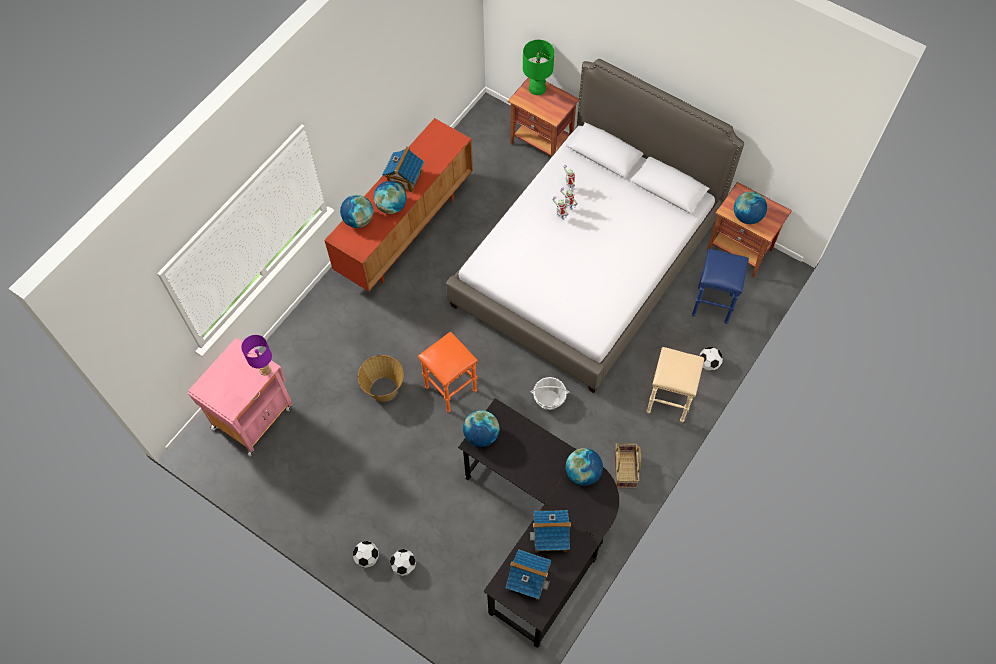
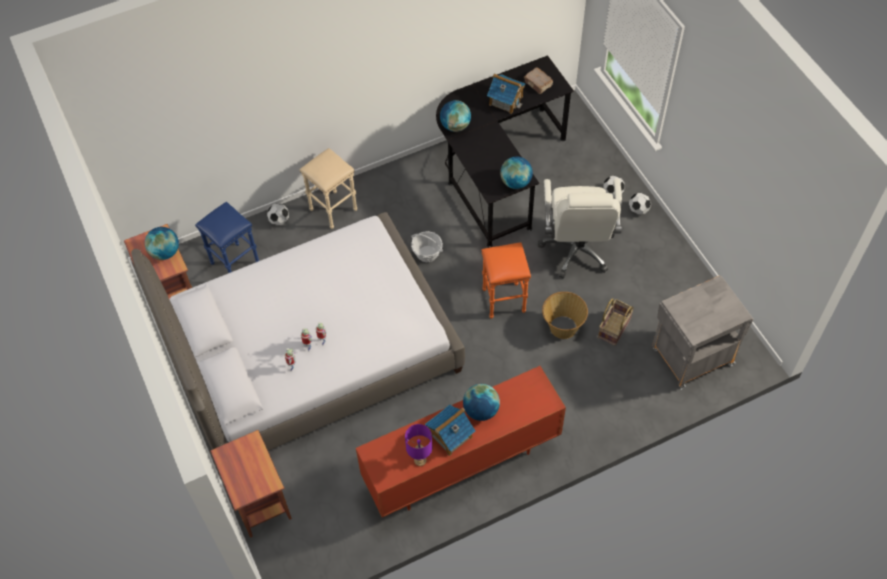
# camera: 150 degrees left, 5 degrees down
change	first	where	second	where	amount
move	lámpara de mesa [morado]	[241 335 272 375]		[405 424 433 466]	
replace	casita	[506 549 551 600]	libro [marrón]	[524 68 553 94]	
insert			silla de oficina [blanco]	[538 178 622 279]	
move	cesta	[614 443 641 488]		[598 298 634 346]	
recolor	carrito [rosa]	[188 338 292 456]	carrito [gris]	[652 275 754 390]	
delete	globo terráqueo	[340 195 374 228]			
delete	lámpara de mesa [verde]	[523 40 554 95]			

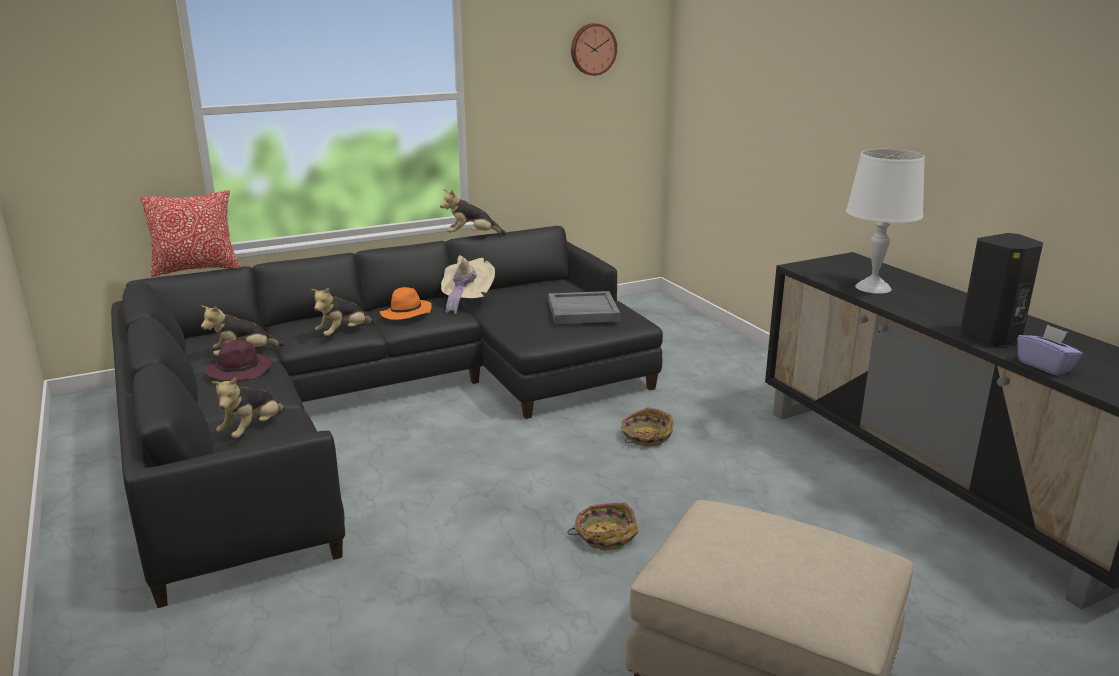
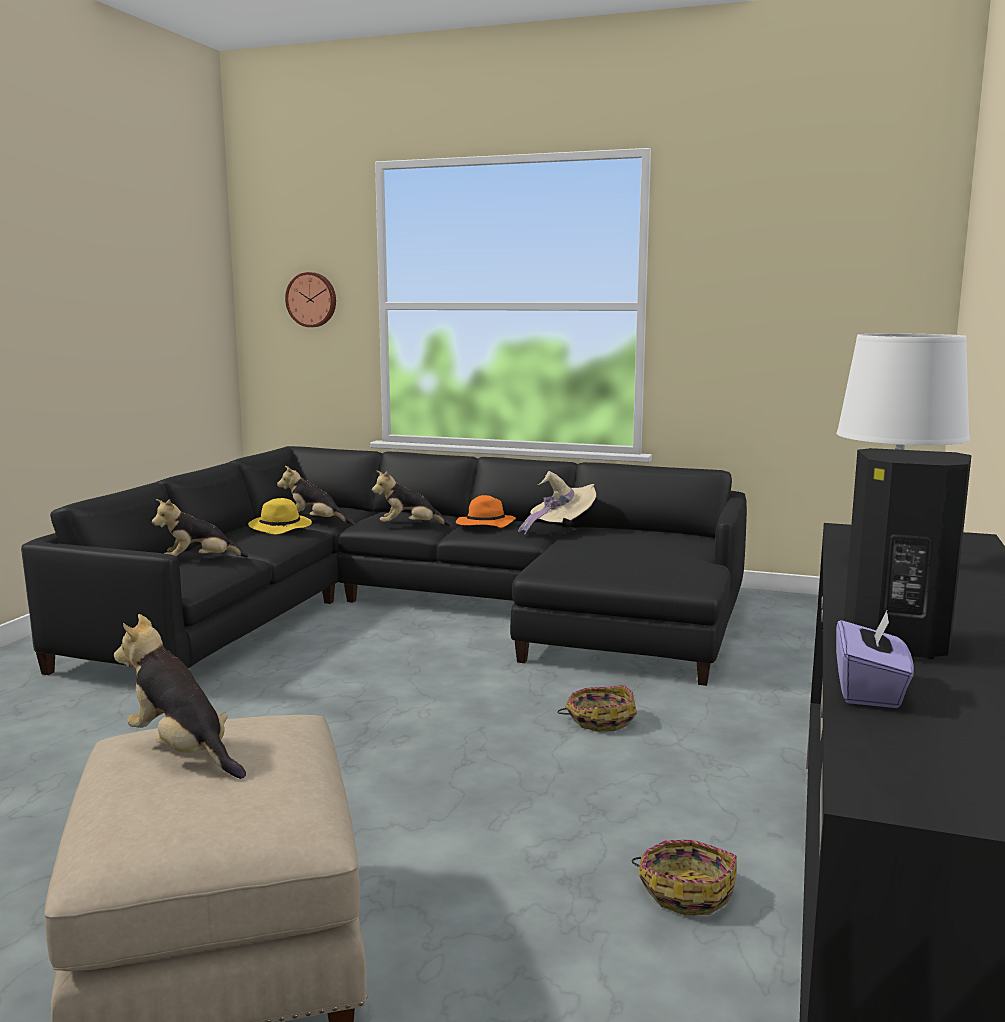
# camera: 45 degrees right, 10 degrees down
change	first	where	second	where	amount
move	peluche	[440 189 507 235]		[114 614 246 779]	
recolor	sombrero [morado]	[205 340 272 380]	sombrero [amarillo]	[248 498 312 535]	
move	reloj de pared	[571 23 617 76]		[285 272 336 327]	
move	cesta	[567 503 639 551]		[632 840 737 915]	
delete	cojín	[140 190 240 277]			
delete	bandeja [gris]	[548 291 620 324]			

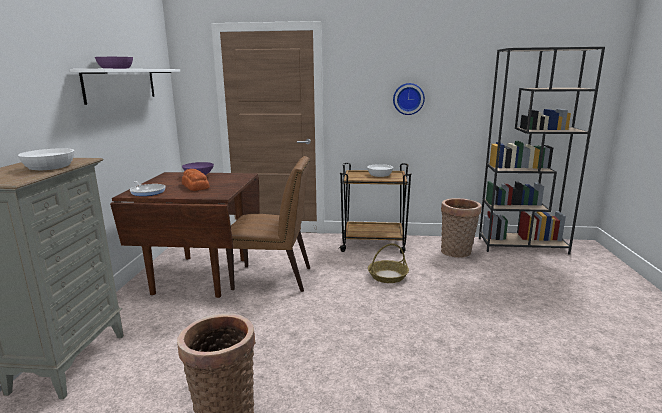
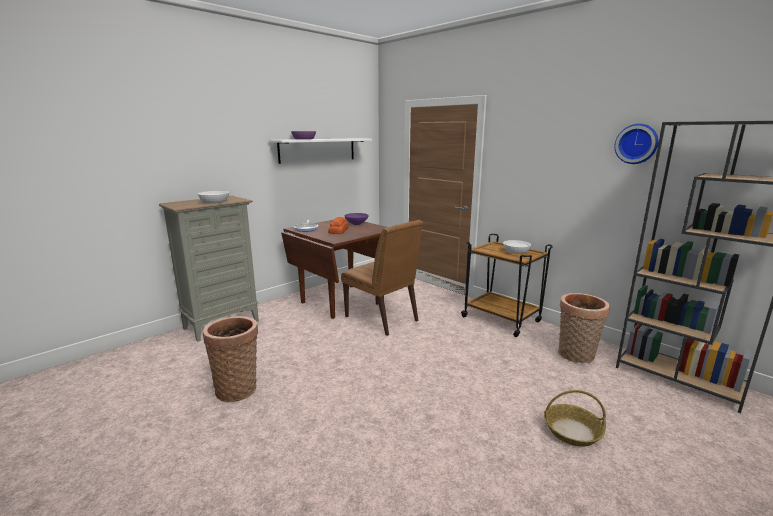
# camera: 40 degrees right, 0 degrees up
change	first	where	second	where	amount
move	cesta	[368 243 409 283]		[544 390 606 447]	
move	reloj de pared	[393 83 425 115]		[614 124 659 164]	

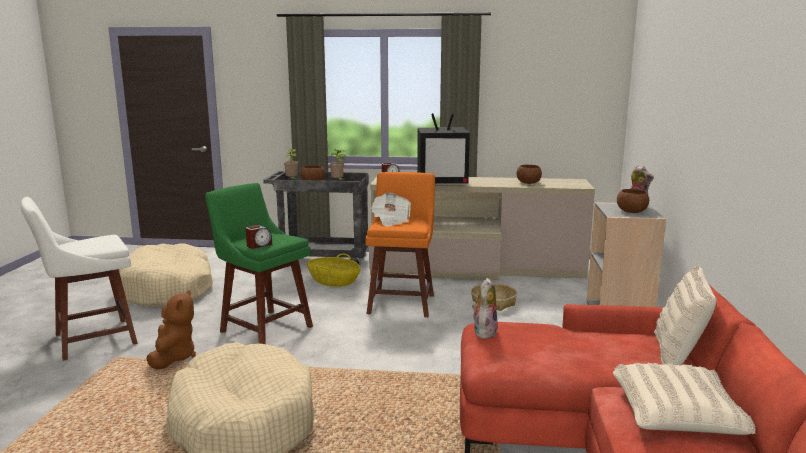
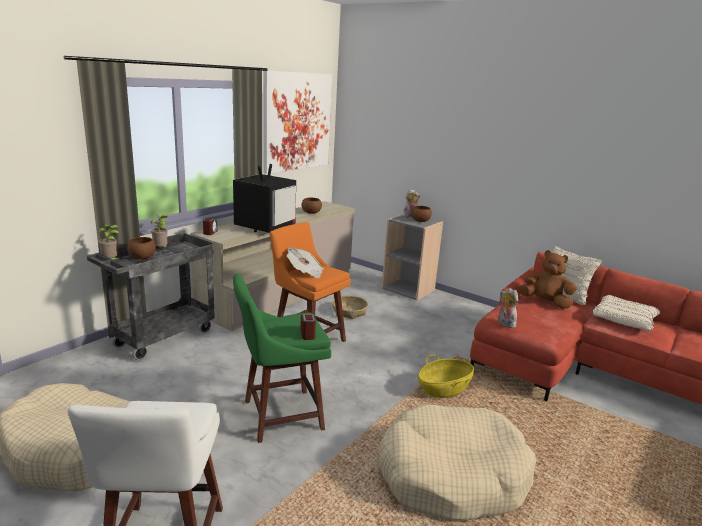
# camera: 60 degrees left, 5 degrees up
change	first	where	second	where	amount
insert			cuadro	[263 71 332 174]	
move	cesta	[307 254 360 287]		[418 355 474 398]	
move	peluche [marrón]	[147 290 196 370]		[518 250 576 309]	

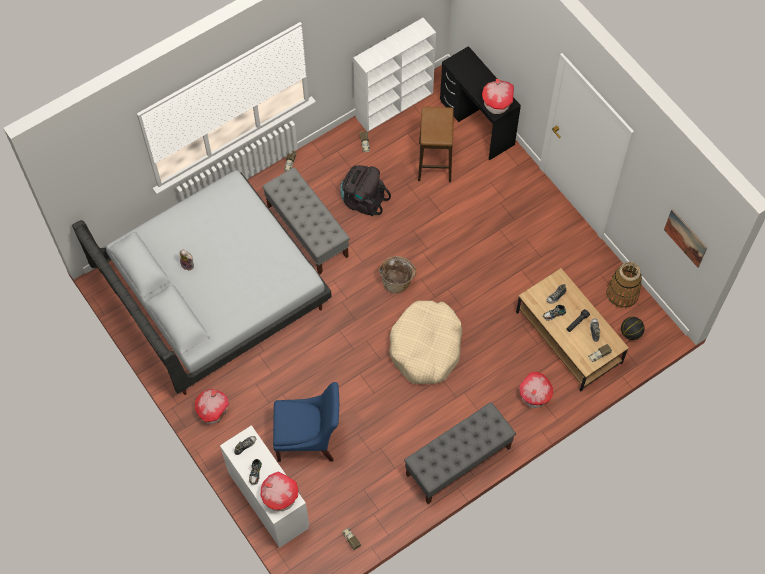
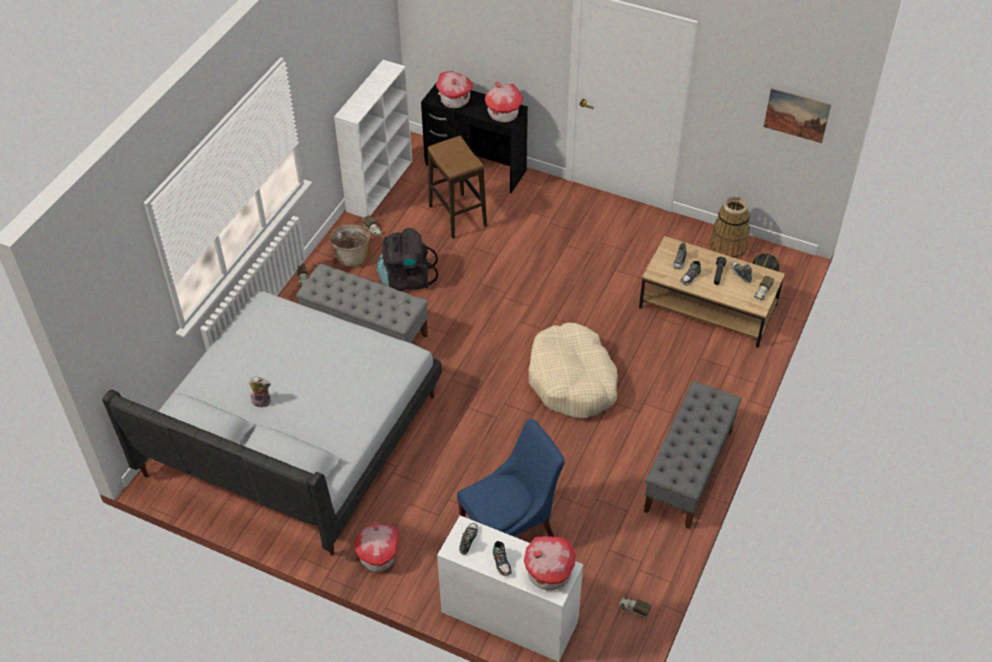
# camera: 30 degrees left, 15 degrees down
change	first	where	second	where	amount
move	cesta	[379 256 416 293]		[330 224 371 267]	
move	casita	[519 372 553 408]		[436 71 473 108]	

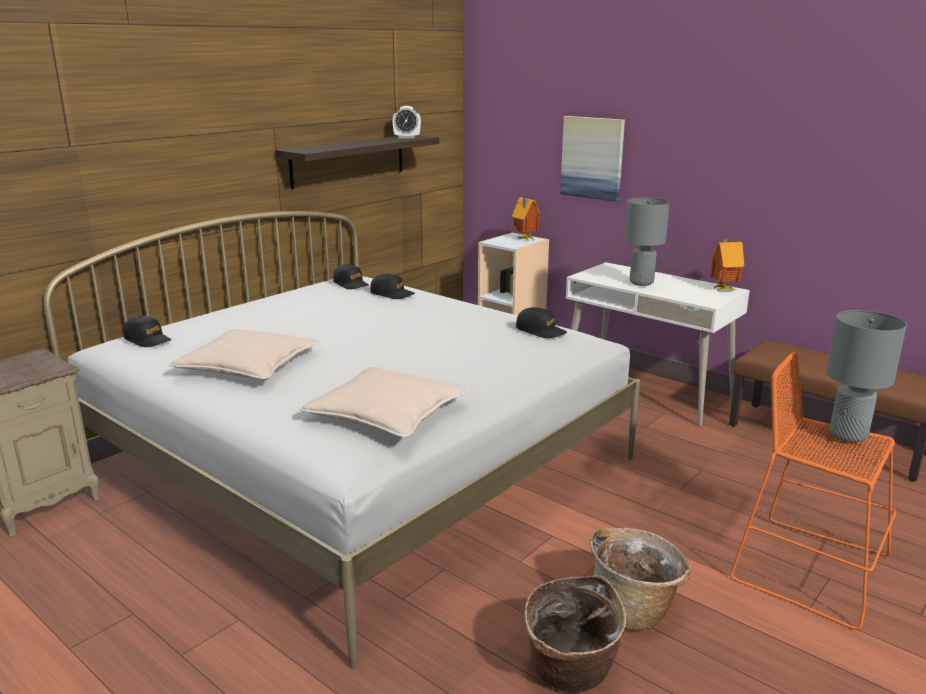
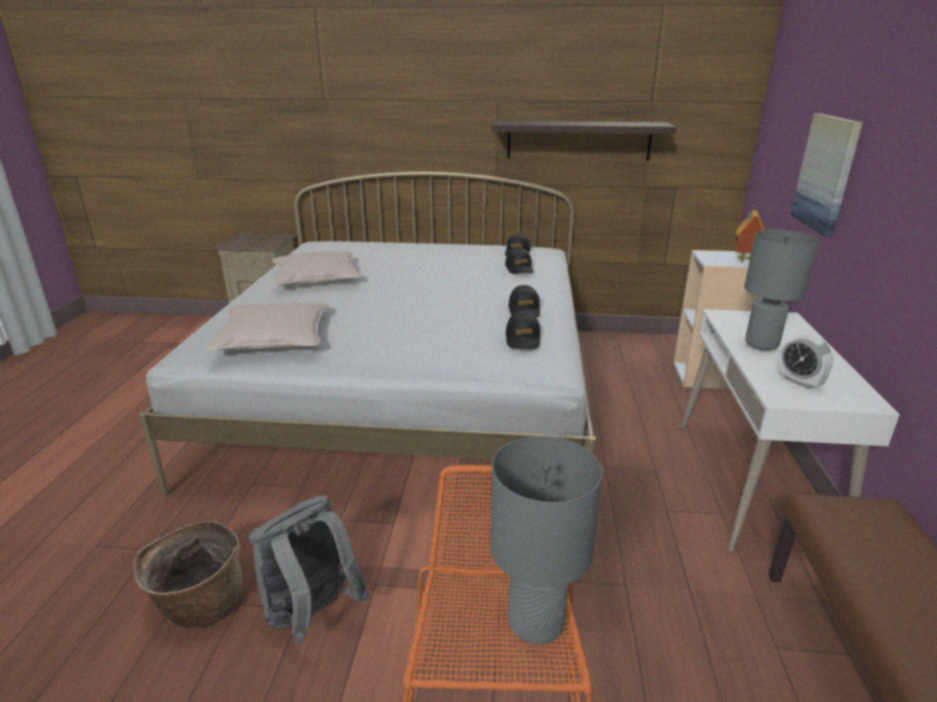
# camera: 55 degrees right, 5 degrees up
change	first	where	second	where	amount
replace	cesta	[590 528 690 630]	mochila [gris]	[248 495 369 644]	
move	gorra [negro]	[123 315 171 347]		[509 285 540 317]	
move	despertador	[393 106 421 138]		[778 334 834 389]	
delete	casita	[710 239 744 291]			

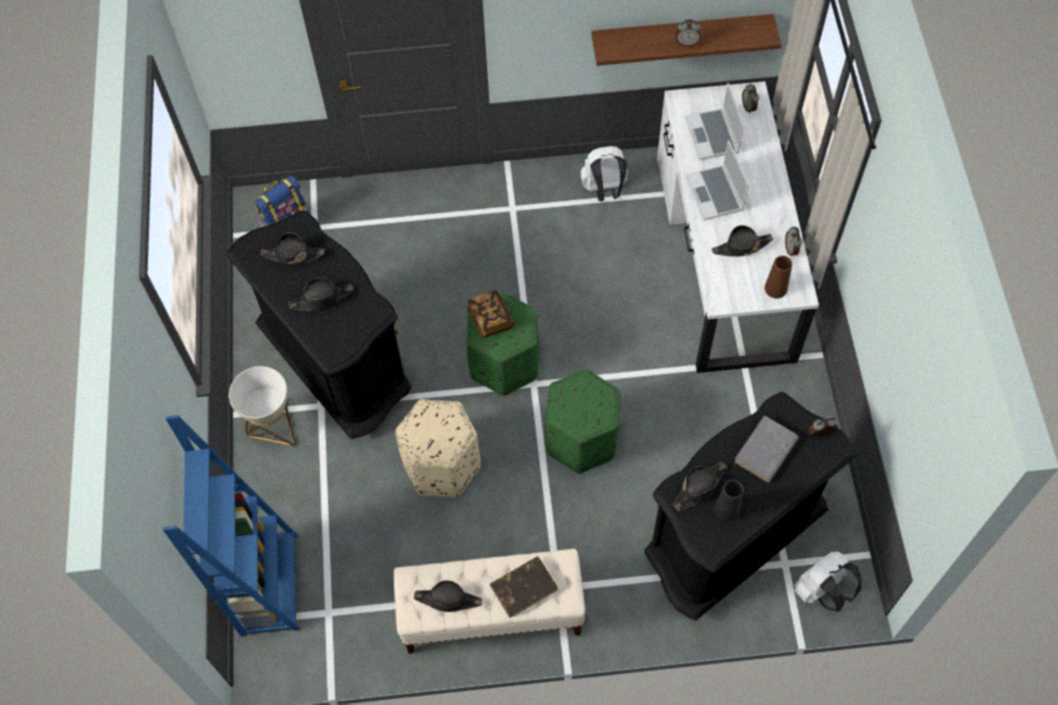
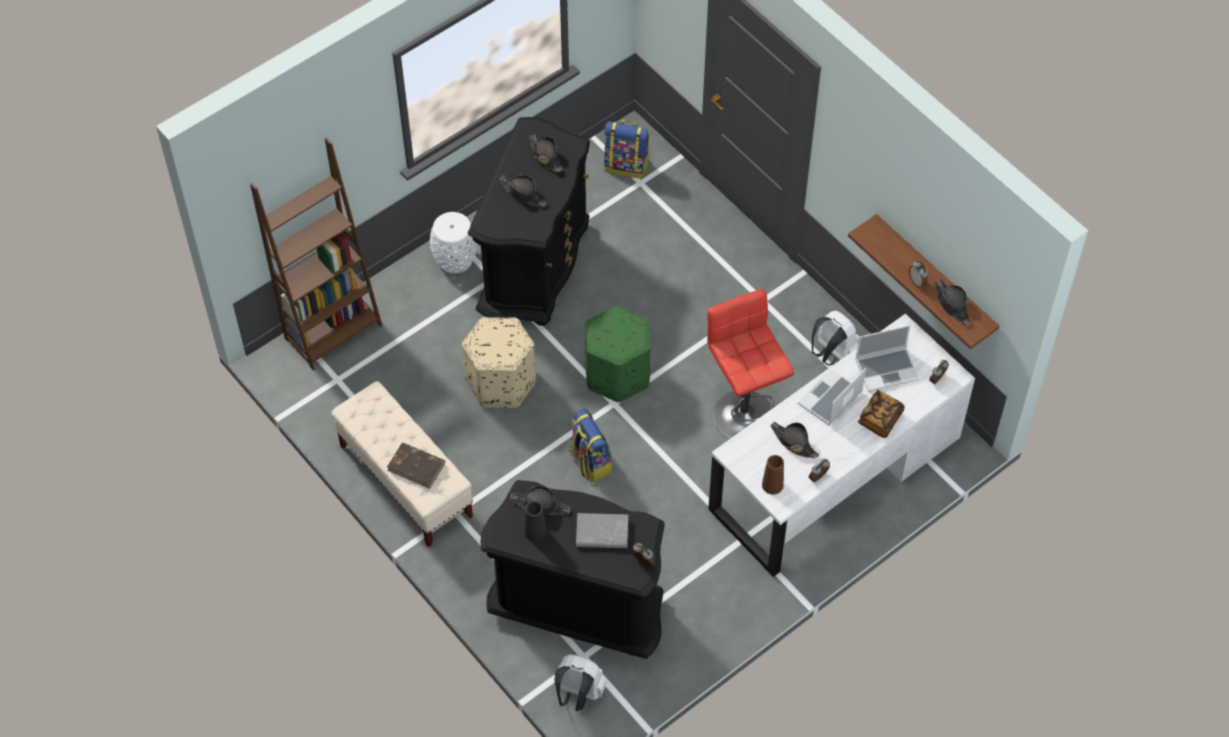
# camera: 55 degrees right, 5 degrees down
change	first	where	second	where	amount
recolor	estantería [azul]	[163 415 300 637]	estantería [marrón]	[250 137 382 371]	
replace	maceta	[229 366 296 446]	taburete [blanco]	[430 212 477 274]	
replace	puf [verde]	[545 369 621 474]	mochila	[569 409 612 482]	
insert			taburete [rojo]	[707 289 794 439]	
rotate	portátil	[685 83 744 160]		[855 325 919 392]	150 degrees counterclockwise
move	libro	[467 290 514 338]		[858 390 905 438]	
move	sombrero [negro]	[414 580 482 612]		[934 278 971 326]	

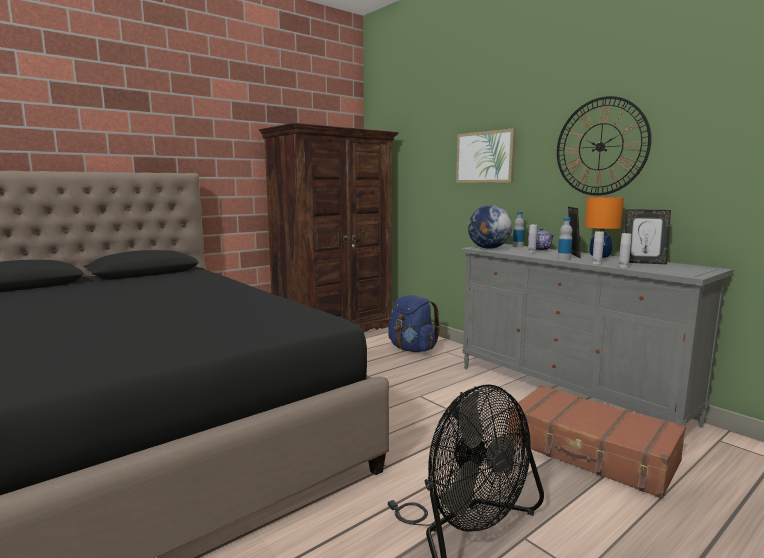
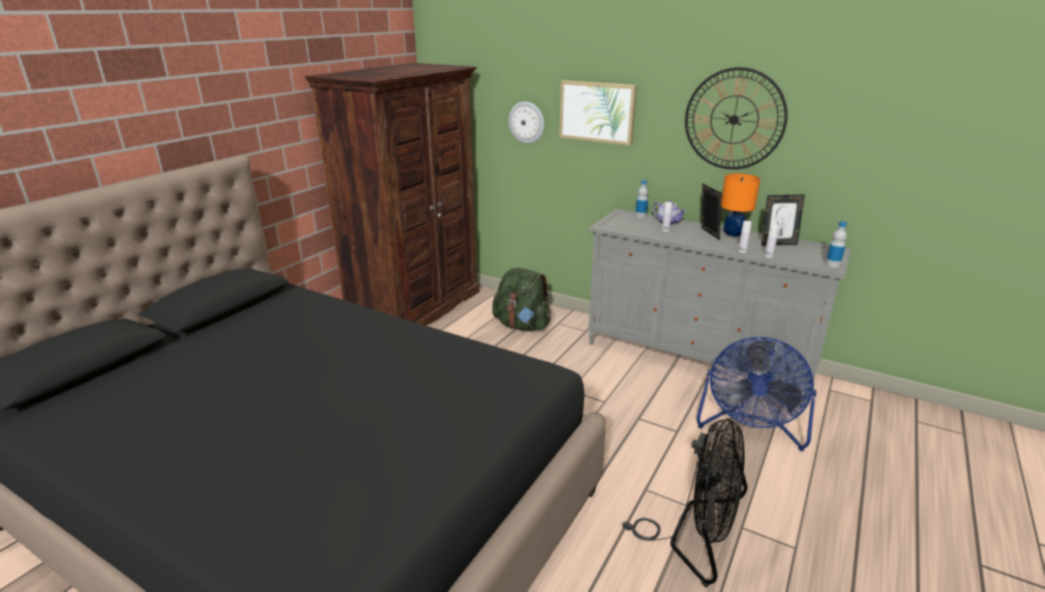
# camera: 20 degrees left, 15 degrees up
change	first	where	second	where	amount
recolor	mochila [azul]	[388 295 441 352]	mochila [verde]	[492 268 551 331]	
insert			reloj de pared	[509 101 544 144]	
replace	maleta [marrón]	[508 385 686 499]	ventilador [azul]	[697 337 817 451]	
move	botella	[558 217 573 260]		[825 221 847 268]	
delete	globo terráqueo	[467 205 512 249]			

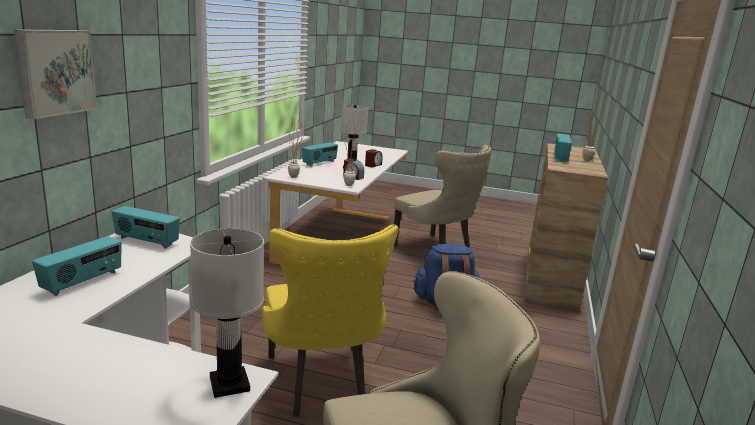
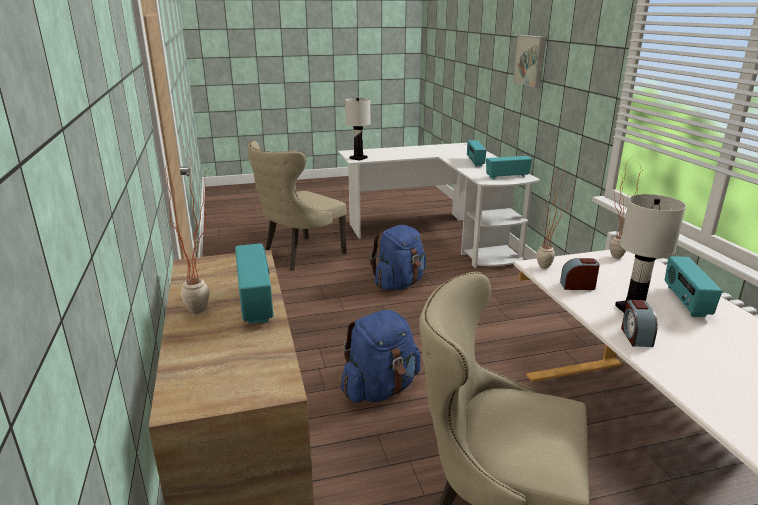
# camera: 150 degrees right, 5 degrees up
change	first	where	second	where	amount
replace	silla [amarillo]	[262 224 399 417]	mochila [azul]	[370 225 426 290]	

